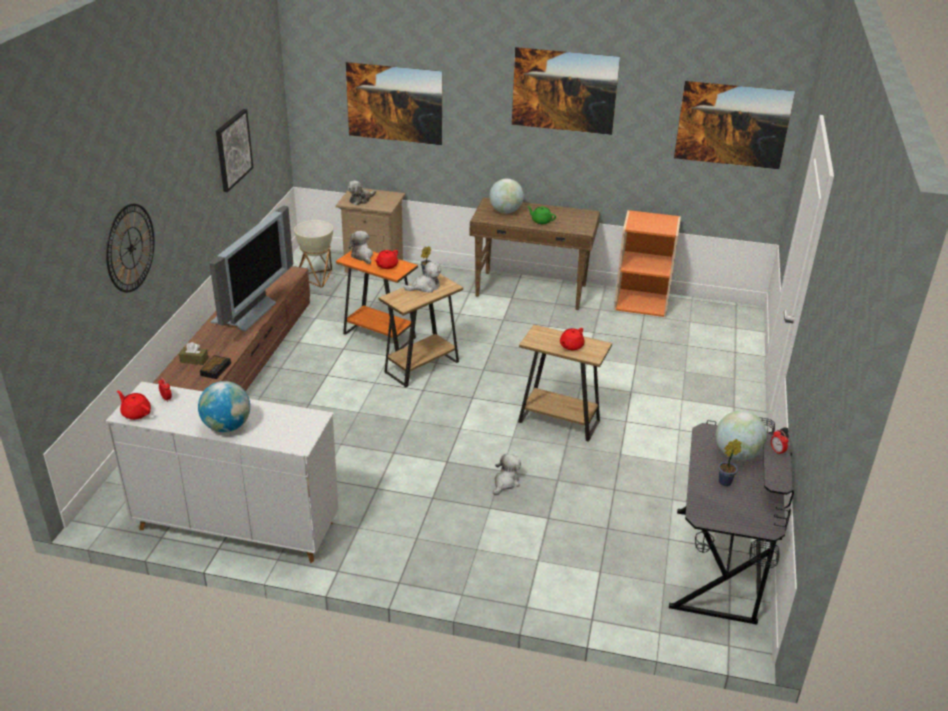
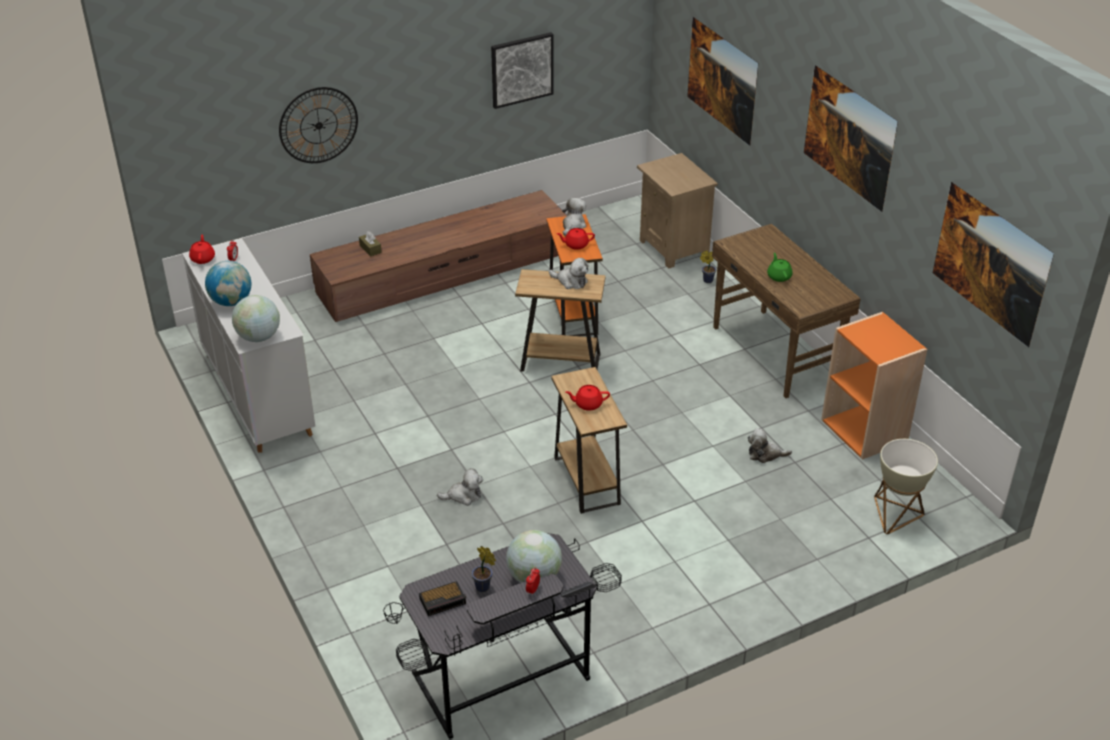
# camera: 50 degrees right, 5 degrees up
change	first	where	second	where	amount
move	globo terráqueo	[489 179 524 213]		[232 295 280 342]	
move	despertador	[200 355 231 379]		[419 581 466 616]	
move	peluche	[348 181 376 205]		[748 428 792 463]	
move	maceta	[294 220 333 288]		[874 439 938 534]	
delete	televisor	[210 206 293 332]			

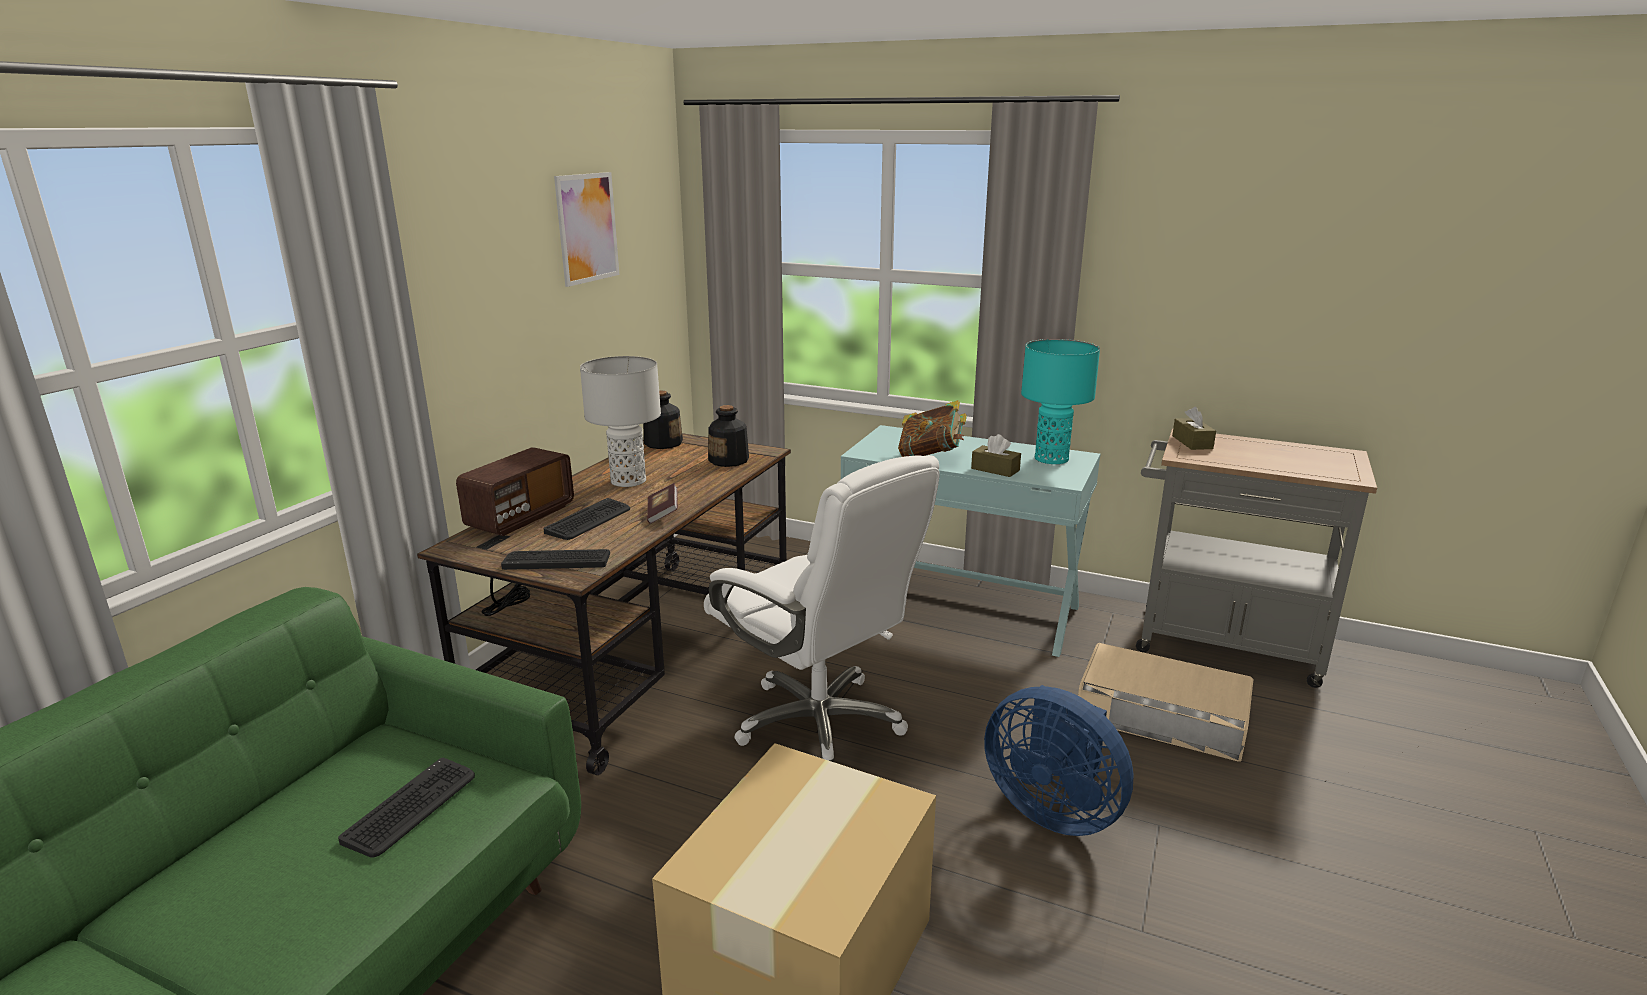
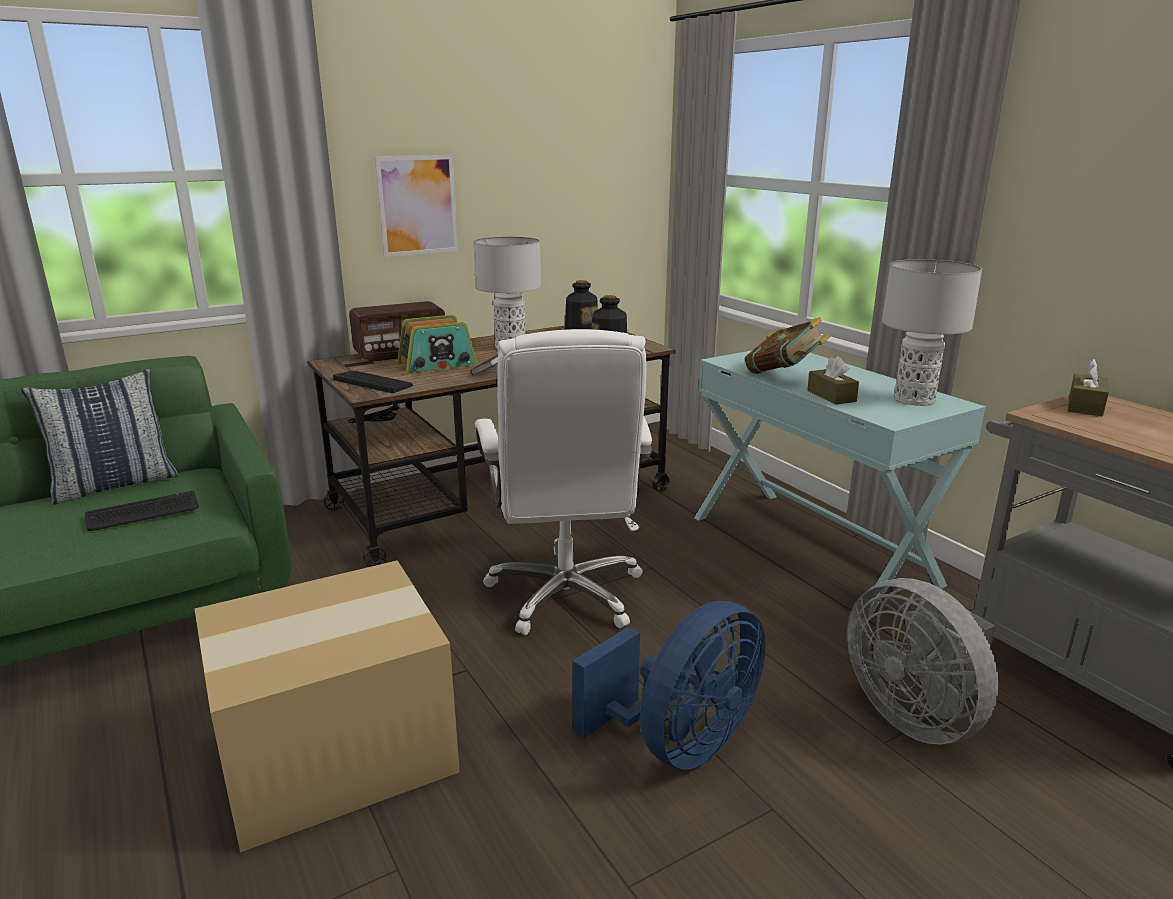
# camera: 35 degrees right, 0 degrees up
change	first	where	second	where	amount
insert			cojín	[21 369 178 504]	
move	cuadro	[554 172 619 287]		[374 155 458 257]	
replace	teclado	[543 498 630 540]	radio	[397 315 477 374]	
rotate	ventilador [azul]	[984 685 1133 836]		[572 601 766 770]	120 degrees counterclockwise
replace	caja de almacenaje [beis]	[1078 643 1253 762]	ventilador [gris]	[847 578 999 745]	
recolor	lámpara de mesa [turquesa]	[1021 339 1100 464]	lámpara de mesa [blanco]	[882 259 982 406]	

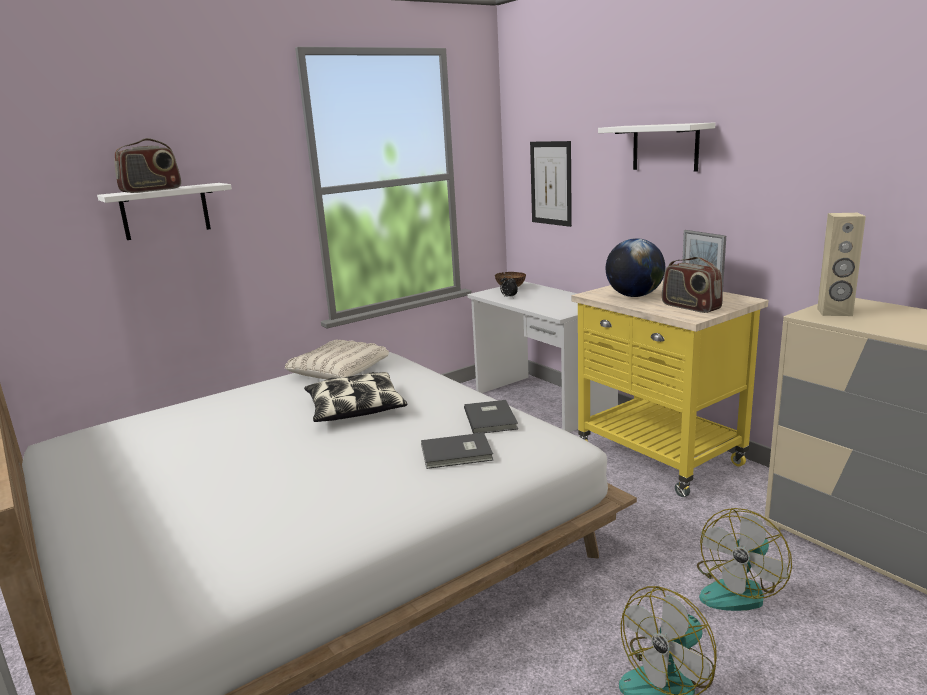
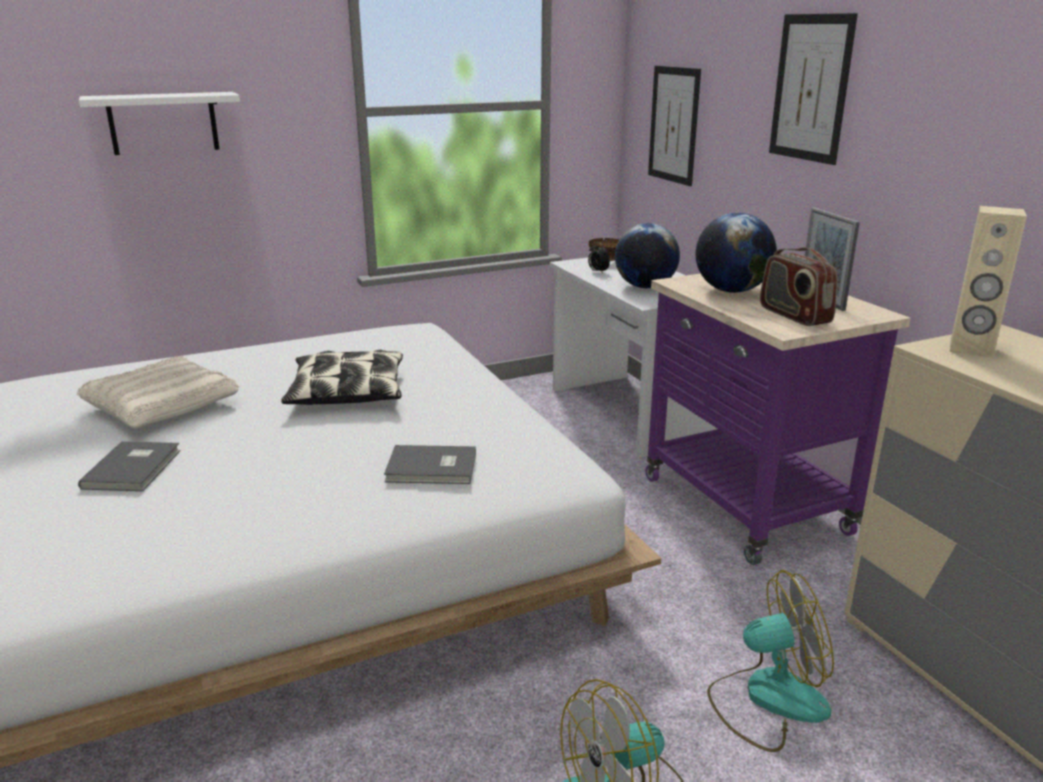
# camera: 10 degrees right, 5 degrees up
change	first	where	second	where	amount
move	cojín [beis]	[285 339 389 380]		[77 356 239 429]	
move	libro [gris]	[464 400 518 434]		[78 441 181 491]	
insert			globo terráqueo	[615 223 680 288]	
recolor	carrito [amarillo]	[572 281 768 497]	carrito [morado]	[646 274 911 565]	
rotate	ventilador	[697 508 792 611]		[707 570 834 752]	150 degrees counterclockwise
replace	estante [blanco]	[598 122 716 172]	cuadro	[769 13 858 165]	
delete	radio	[114 138 181 193]			

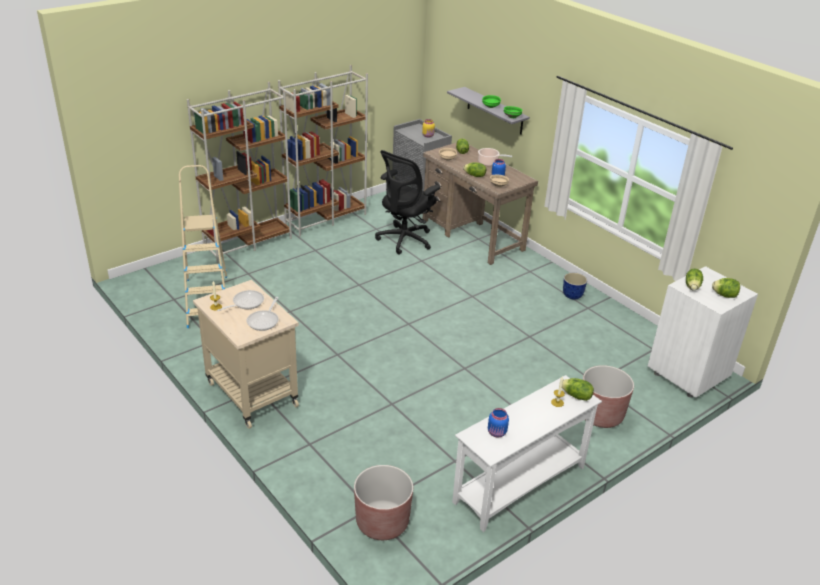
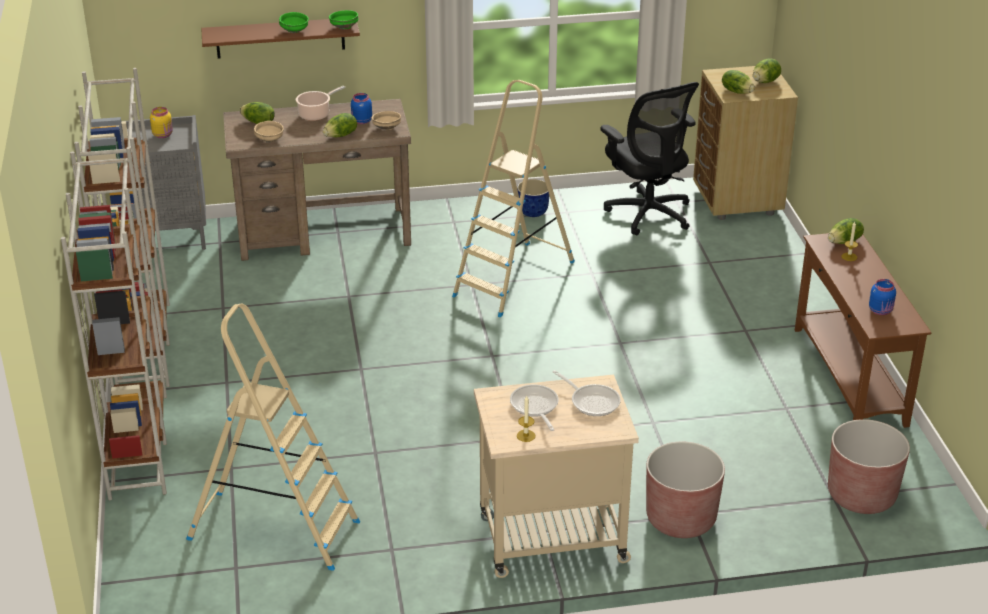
# camera: 60 degrees left, 0 degrees up
change	first	where	second	where	amount
recolor	estante [gris]	[447 87 530 135]	estante [marrón]	[201 19 360 59]	
insert			escalera de tijera [beis]	[452 80 575 317]	
move	silla de oficina [negro]	[375 150 440 255]		[600 82 699 235]	
move	maceta [marrón]	[583 365 634 428]		[646 442 725 538]	
recolor	cómoda [blanco]	[648 266 758 398]	cómoda [marrón]	[693 66 798 220]	
recolor	mesa consola [blanco]	[452 375 602 532]	mesa consola [marrón]	[795 233 932 428]	

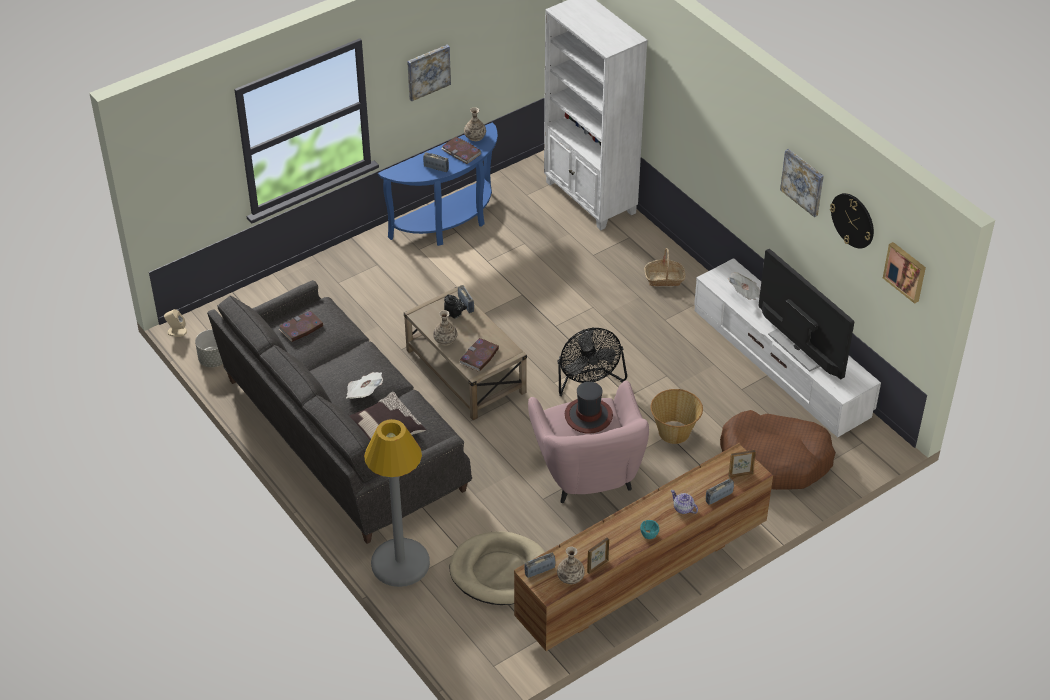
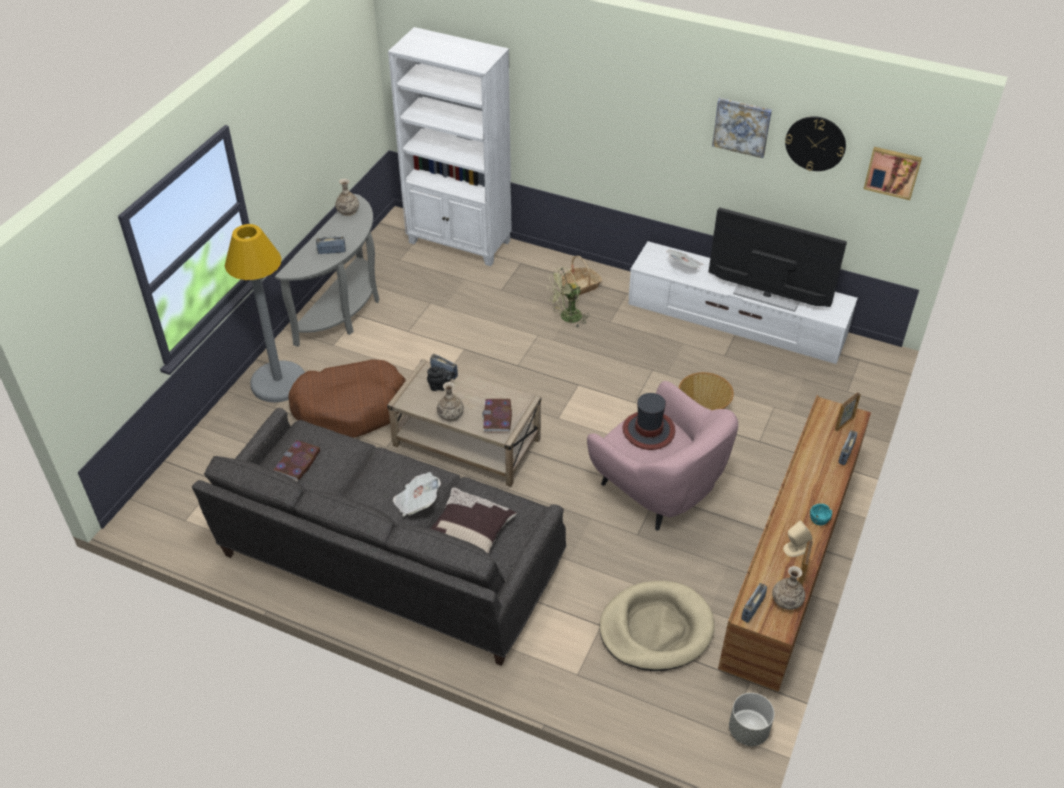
# camera: 30 degrees left, 0 degrees up
change	first	where	second	where	amount
move	lámpara de pie [gris]	[364 419 430 587]		[225 224 305 402]	
recolor	mesa consola [azul]	[378 123 498 246]	mesa consola [gris]	[275 194 379 347]	
move	cama para perro [marrón]	[720 410 836 490]		[288 359 405 438]	
insert			ventilador [verde]	[547 267 590 327]	
move	maceta [gris]	[195 330 223 367]		[729 693 775 746]	
move	altavoz [beis]	[164 309 187 337]		[783 521 813 557]	
delete	cuadro	[407 45 451 101]			
delete	libro	[442 137 482 164]			
delete	ventilador [negro]	[557 328 627 396]			
delete	tetera	[671 490 698 514]			

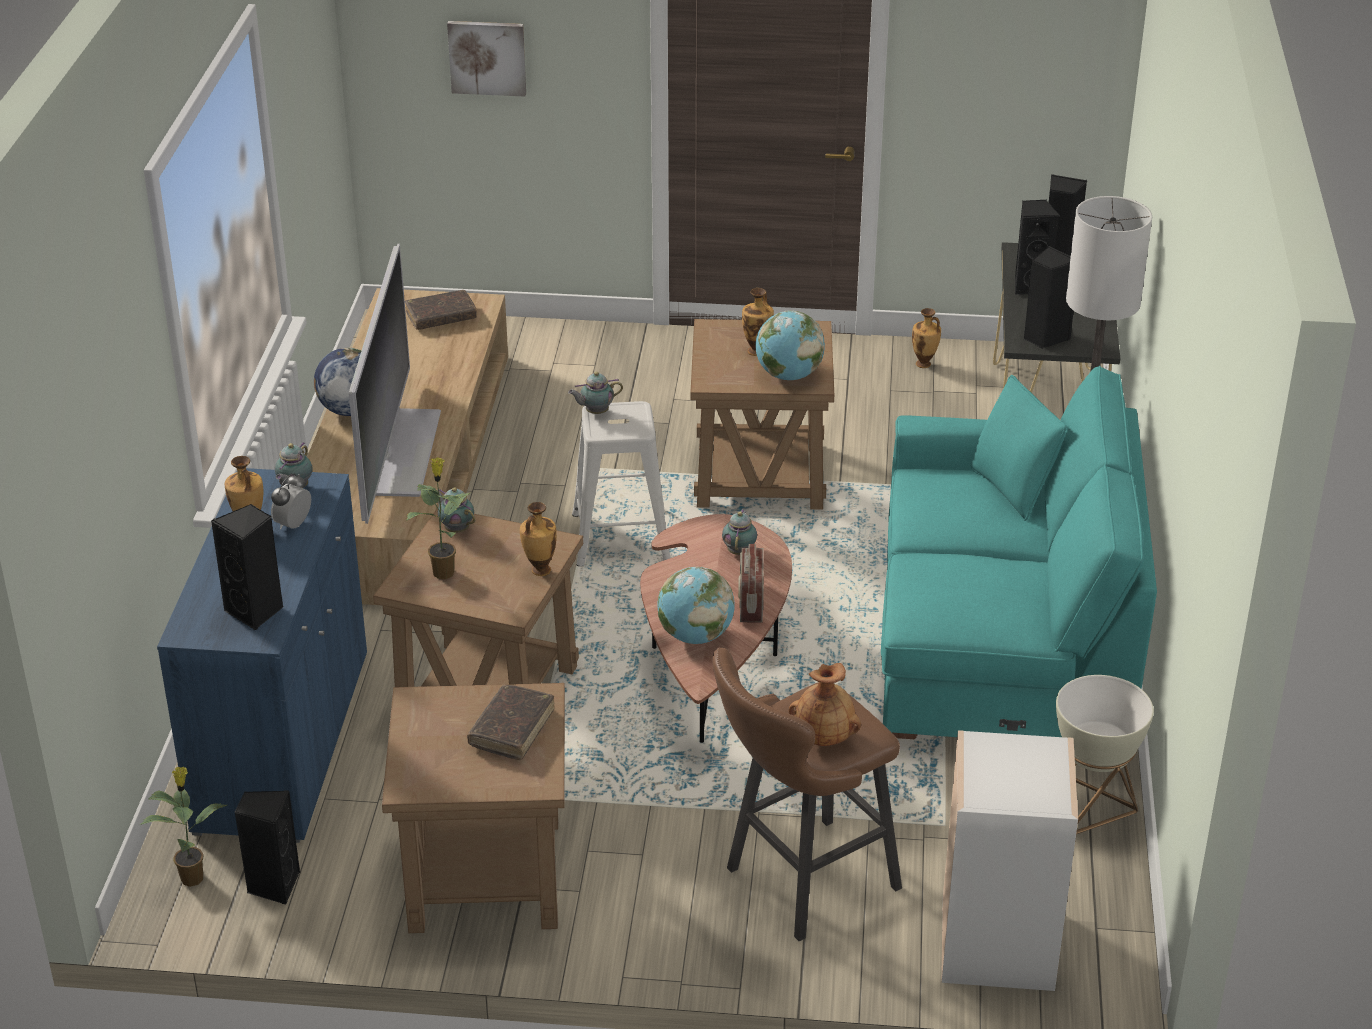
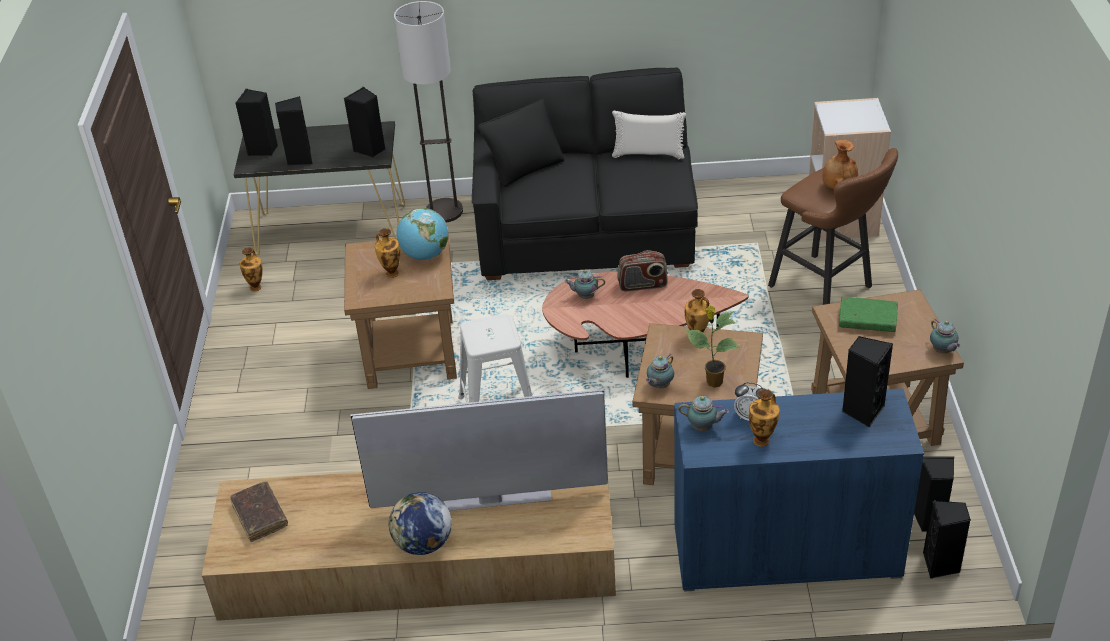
# camera: 95 degrees left, 5 degrees up
change	first	where	second	where	amount
recolor	sofá [turquesa]	[881 366 1157 739]	sofá [negro]	[472 68 698 280]	
insert			cojín [blanco]	[612 111 686 159]	
recolor	libro [marrón]	[467 685 554 760]	libro [verde]	[839 296 898 332]	
replace	planta en maceta	[139 767 227 887]	altavoz [negro]	[923 500 971 579]	
move	tetera	[568 372 623 414]		[930 318 961 353]	
delete	cuadro	[447 21 526 97]			
delete	globo terráqueo	[657 567 735 644]			
delete	maceta	[1056 675 1154 834]			

